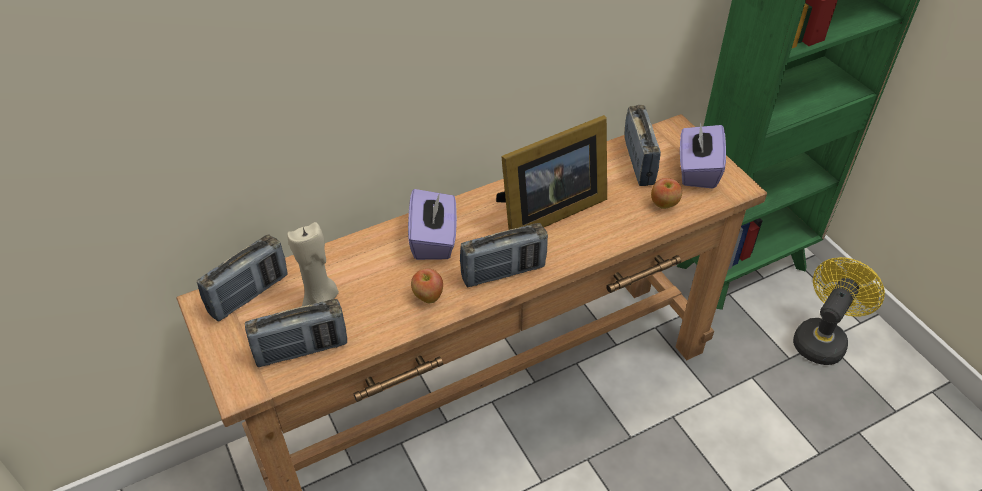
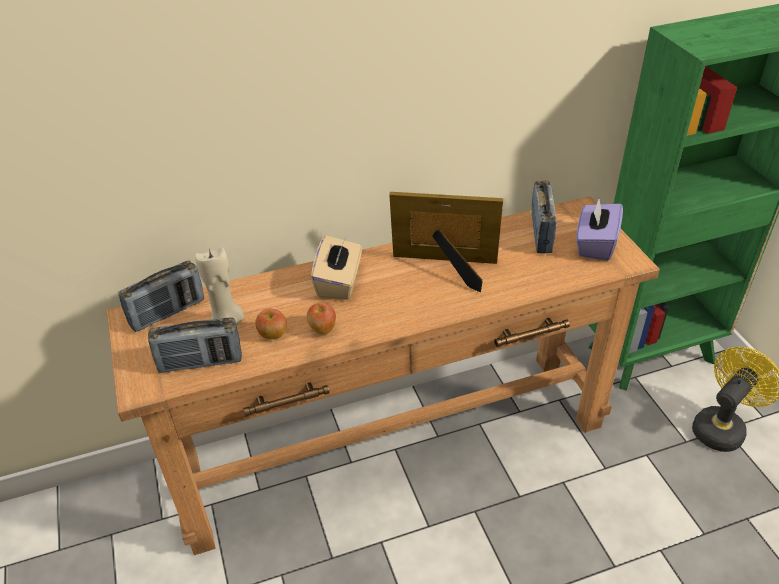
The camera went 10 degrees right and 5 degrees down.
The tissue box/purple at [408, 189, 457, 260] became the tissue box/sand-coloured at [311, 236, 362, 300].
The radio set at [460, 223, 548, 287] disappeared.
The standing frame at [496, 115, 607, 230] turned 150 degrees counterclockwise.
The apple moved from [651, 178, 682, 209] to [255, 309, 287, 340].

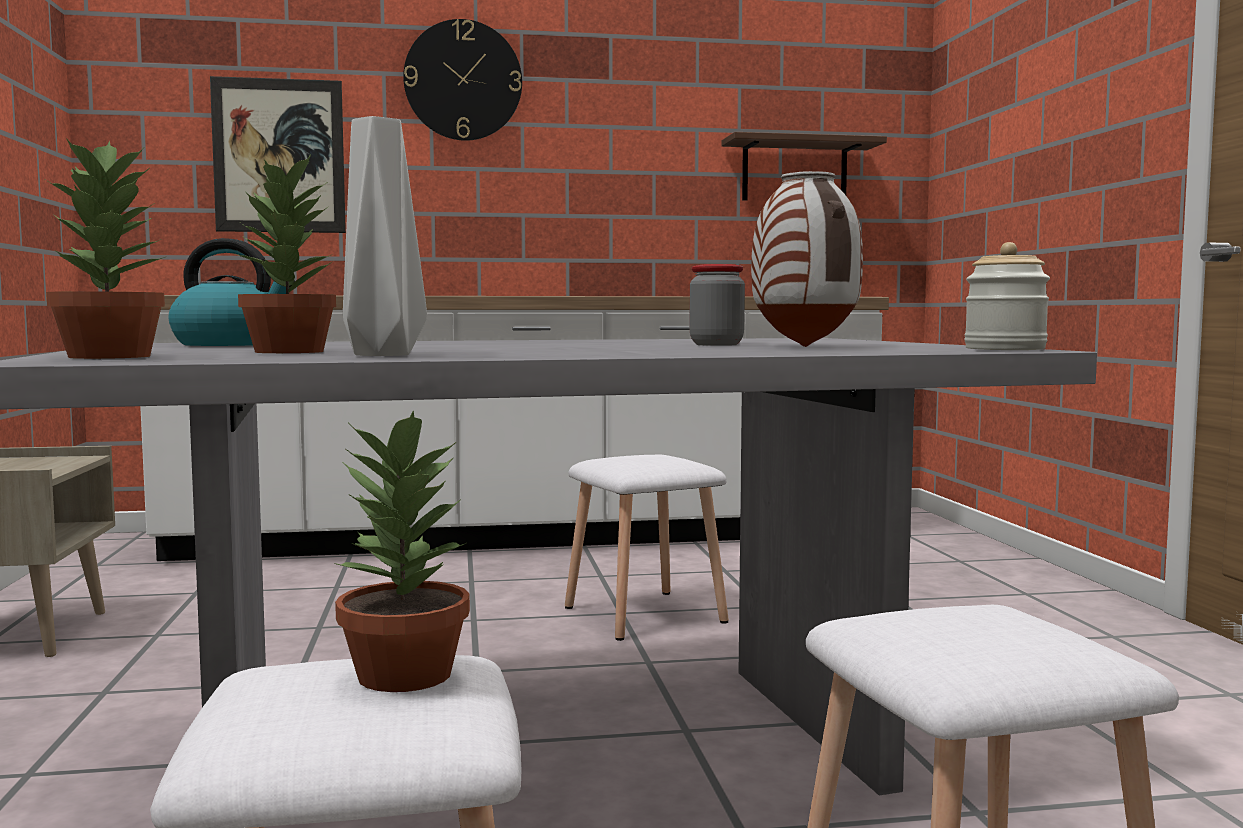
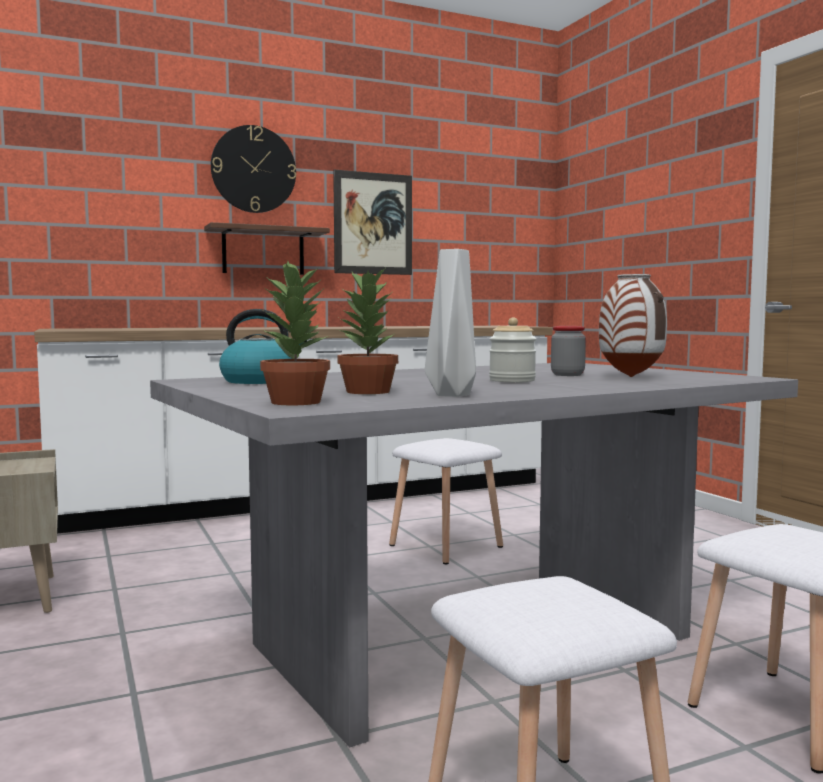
The camera went 15 degrees left and 0 degrees up.
The picture moved from [210, 76, 346, 233] to [333, 170, 412, 275].
The houseplant at [334, 411, 470, 692] disappeared.
The shelf/brown-coloured moved from [722, 132, 887, 201] to [204, 222, 330, 275].
The jar moved from [964, 242, 1050, 350] to [489, 317, 536, 382].

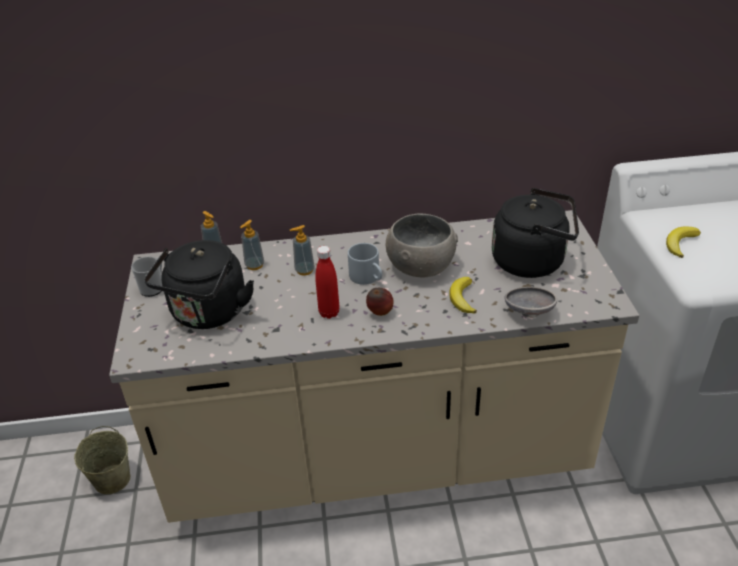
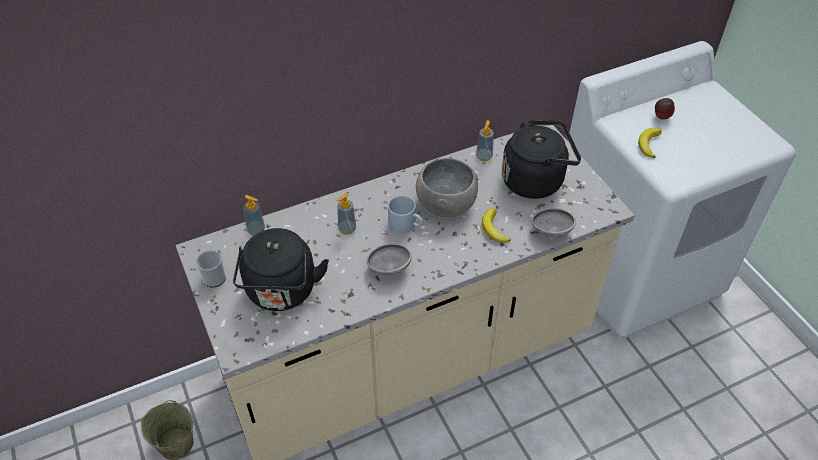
The camera went 20 degrees left and 10 degrees up.
The soap bottle moved from [240, 220, 264, 270] to [476, 120, 494, 161].
The bottle/red at [315, 246, 339, 319] was replaced by the serving bowl/greyish at [367, 244, 412, 275].
The apple moved from [366, 288, 394, 316] to [655, 98, 675, 120].

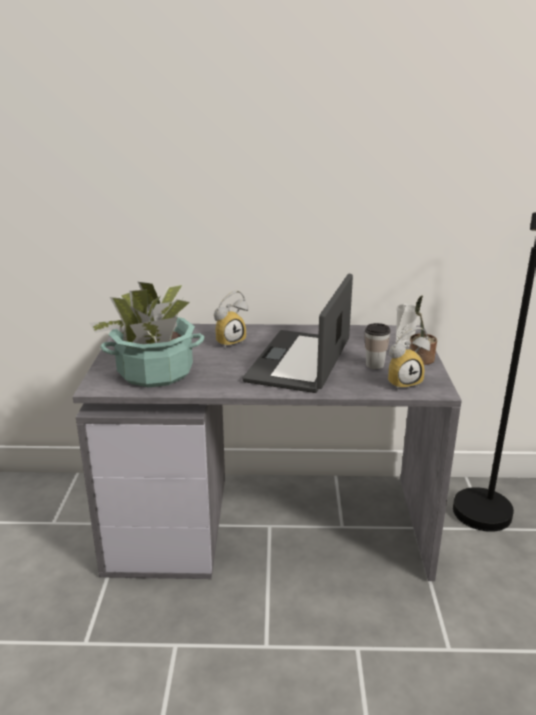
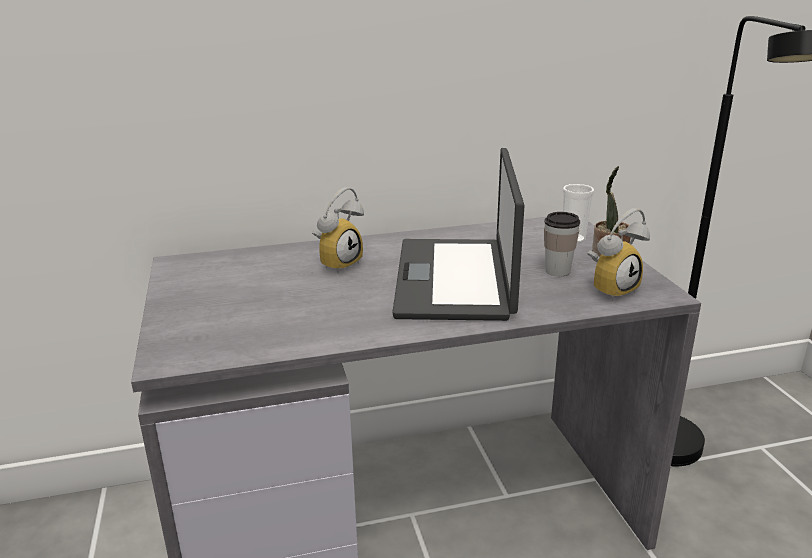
The camera went 15 degrees left and 0 degrees up.
The houseplant at [90, 282, 204, 387] disappeared.

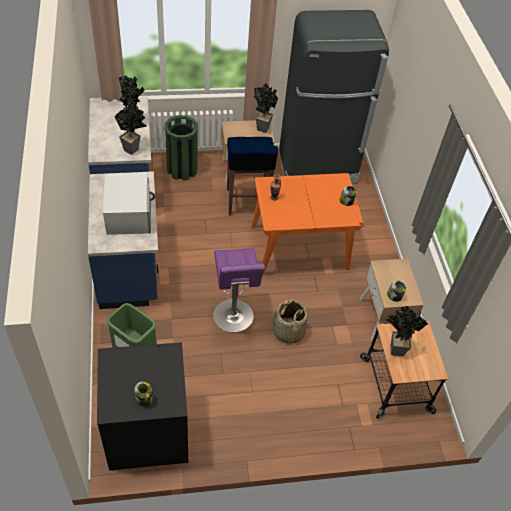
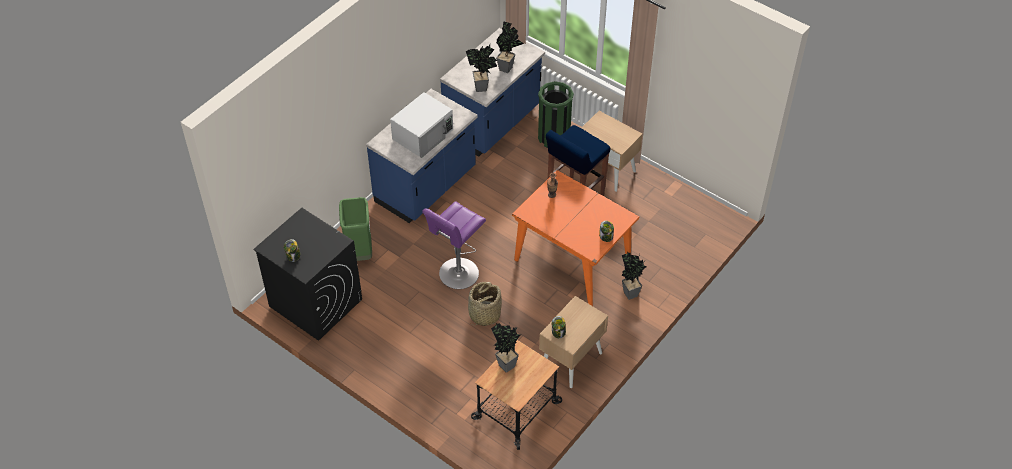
The camera went 50 degrees right and 0 degrees up.
The houseplant moved from [254, 83, 278, 133] to [622, 252, 647, 300].
The fridge/blackish at [279, 10, 389, 183] disappeared.

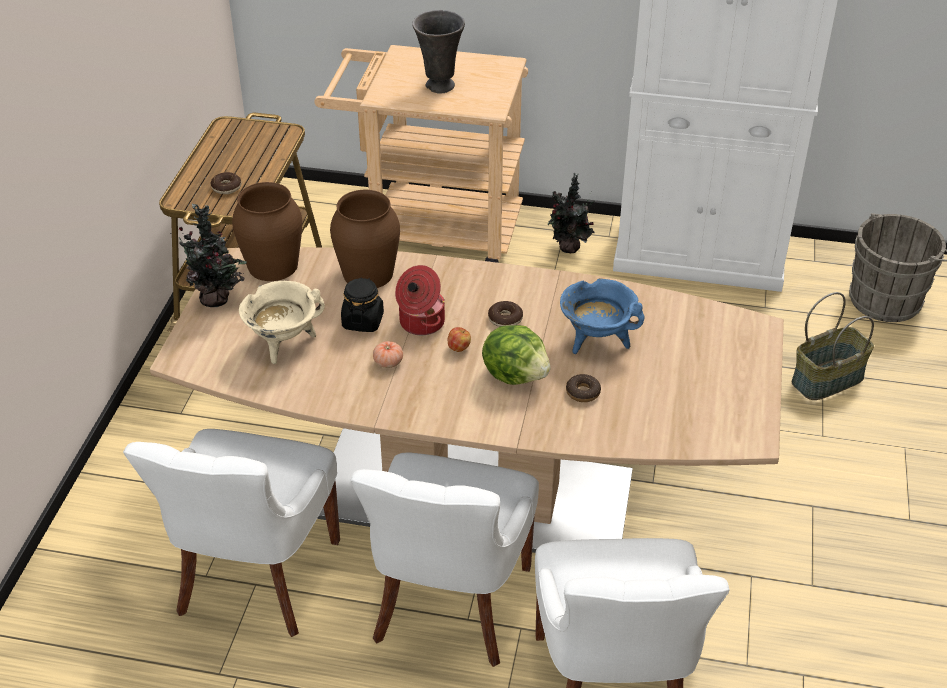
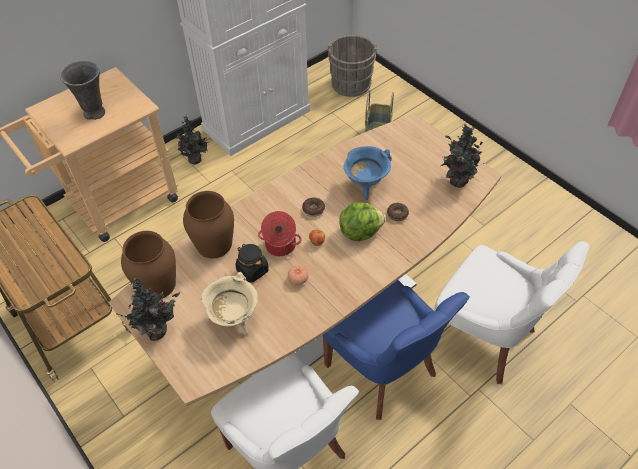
The camera went 50 degrees left and 10 degrees up.
The donut at [211, 172, 241, 194] disappeared.
The chair/white at [350, 452, 539, 667] became the chair/blue at [322, 280, 470, 420].
The houseplant at [441, 124, 484, 188] appeared.

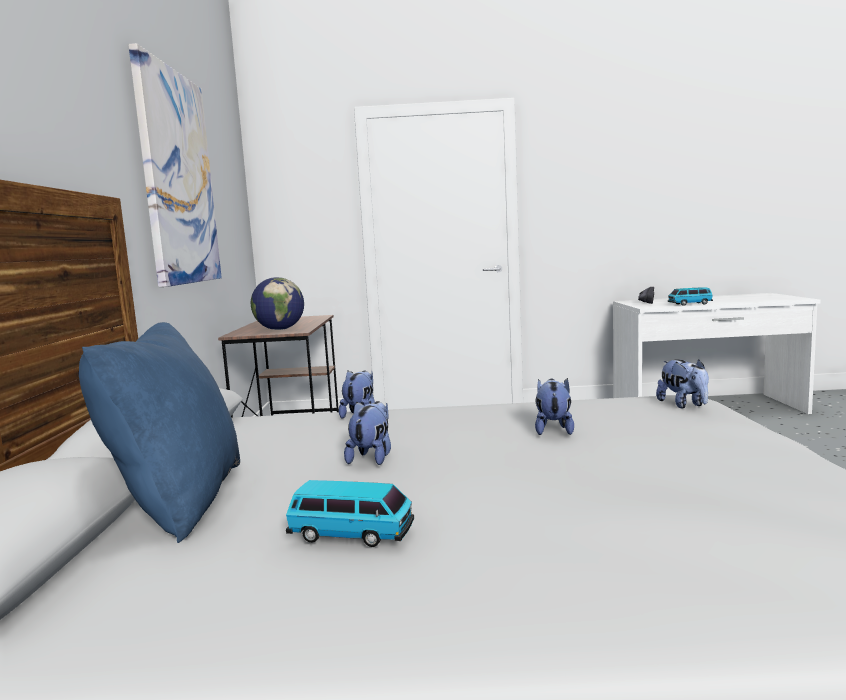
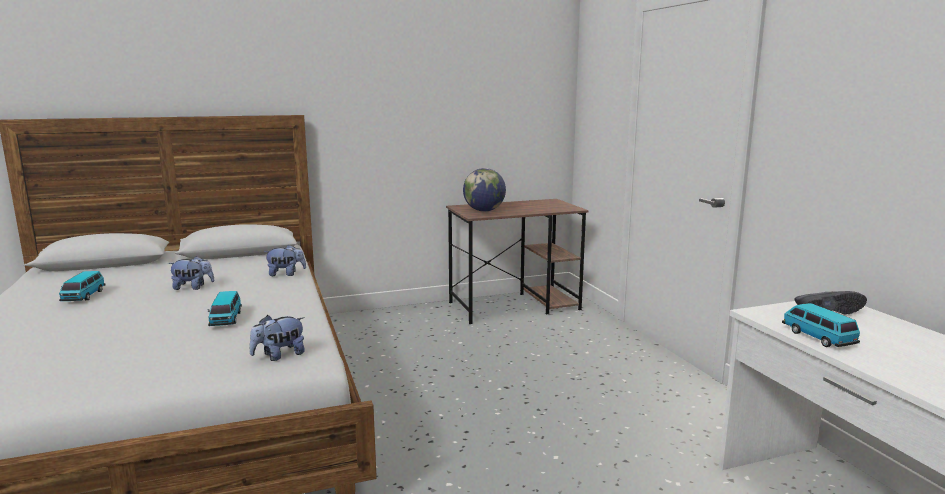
The camera went 70 degrees right and 5 degrees up.
The throw pillow/blue at [79, 322, 240, 543] disappeared.
The picture at [128, 43, 222, 287] disappeared.
The soft toy at [535, 378, 574, 435] was replaced by the miniature car at [208, 291, 242, 326].

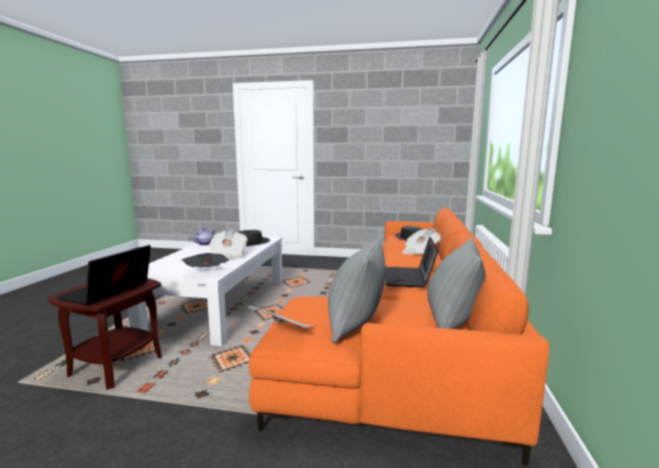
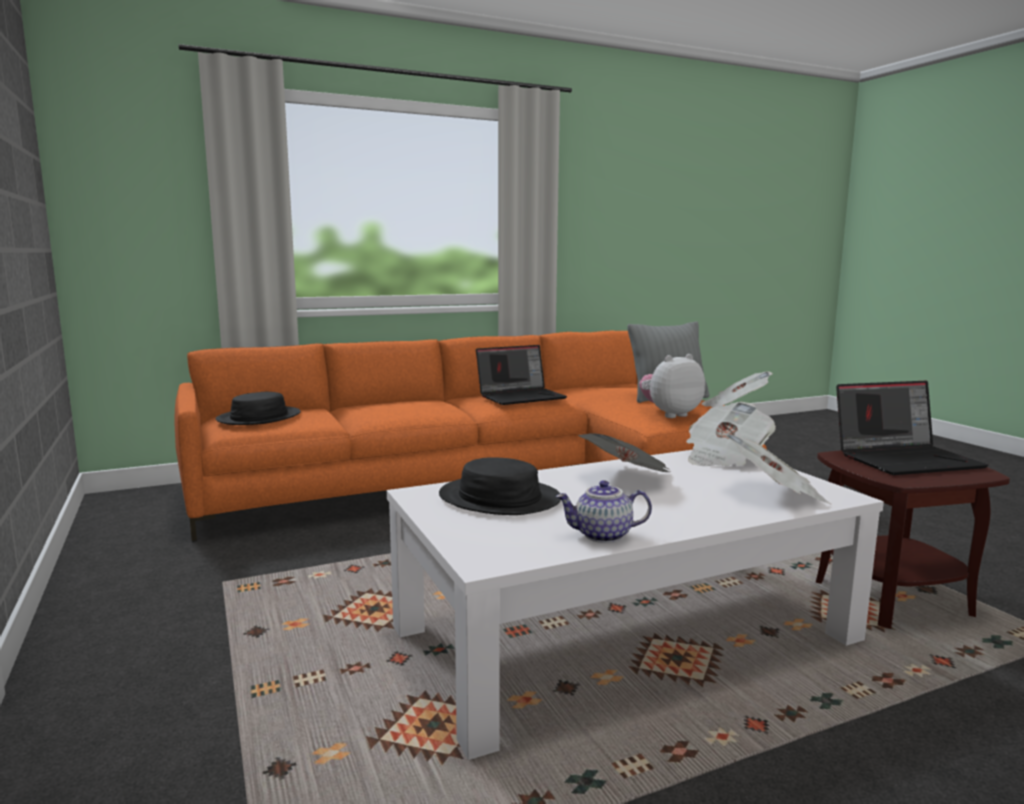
The camera went 125 degrees left and 0 degrees up.
The newspaper moved from [402, 228, 441, 255] to [723, 433, 831, 504].
The throw pillow/greyish at [427, 238, 486, 329] disappeared.
The soft toy at [639, 354, 705, 418] appeared.

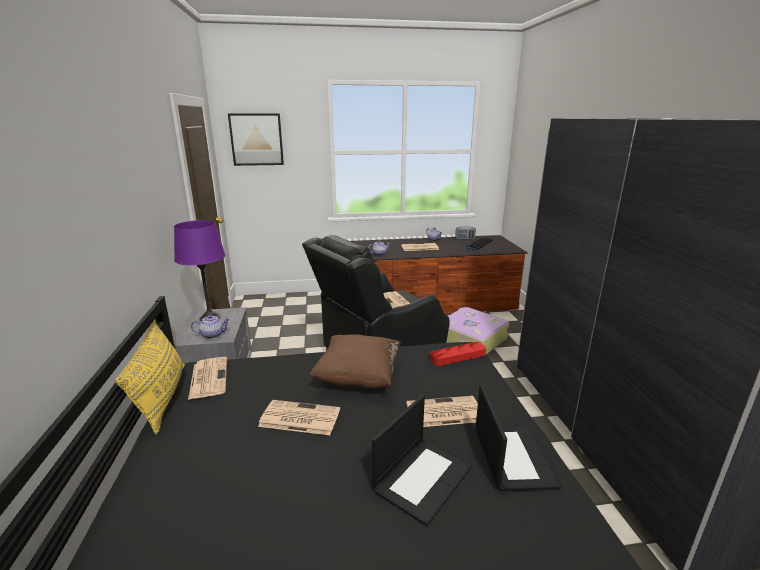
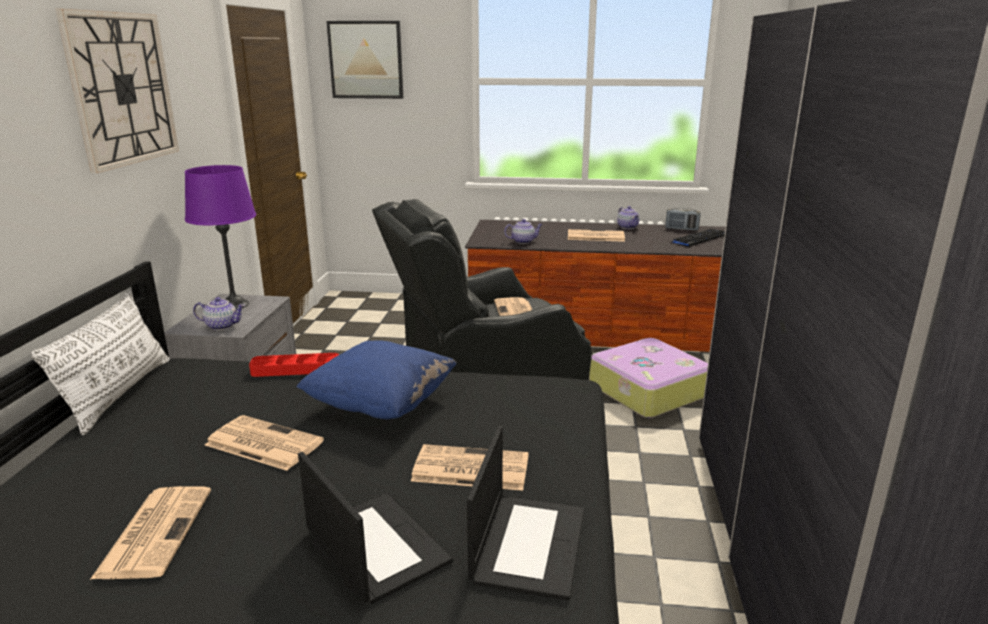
The camera went 15 degrees right and 0 degrees up.
The throw pillow/yellow-coloured at [115, 320, 185, 435] became the throw pillow/white at [31, 291, 170, 435].
The newspaper moved from [188, 357, 227, 400] to [90, 486, 211, 580].
The throw pillow/brown-coloured at [309, 334, 401, 388] became the throw pillow/blue at [296, 340, 457, 420].
The portable computer at [372, 395, 472, 526] turned 90 degrees counterclockwise.
The serving tray/red moved from [430, 342, 486, 366] to [249, 353, 339, 377].
The clock on the wall at [56, 9, 179, 173] appeared.

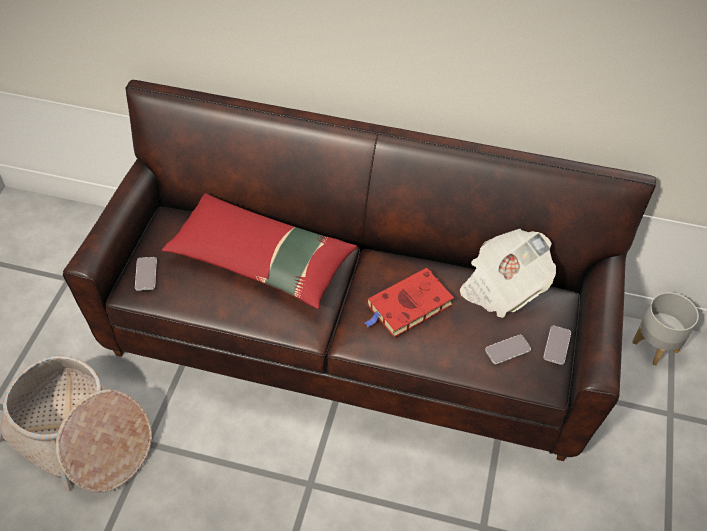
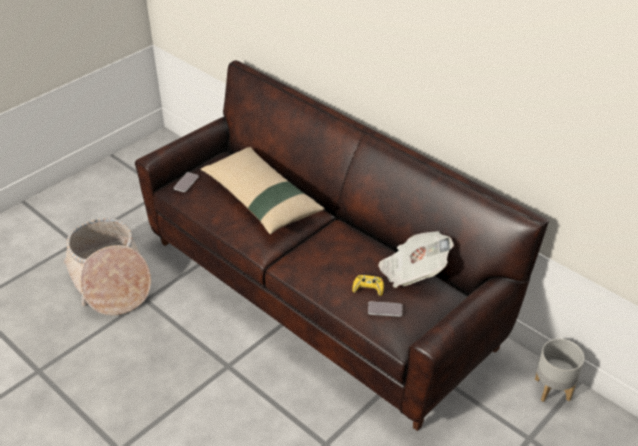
The camera went 30 degrees right and 10 degrees down.
The throw pillow/red at [162, 193, 357, 309] became the throw pillow/sand-coloured at [201, 147, 325, 234].
The book/red at [364, 268, 454, 337] disappeared.
The telephone at [543, 326, 571, 365] disappeared.
The joypad/yellow-coloured at [352, 275, 384, 296] appeared.

